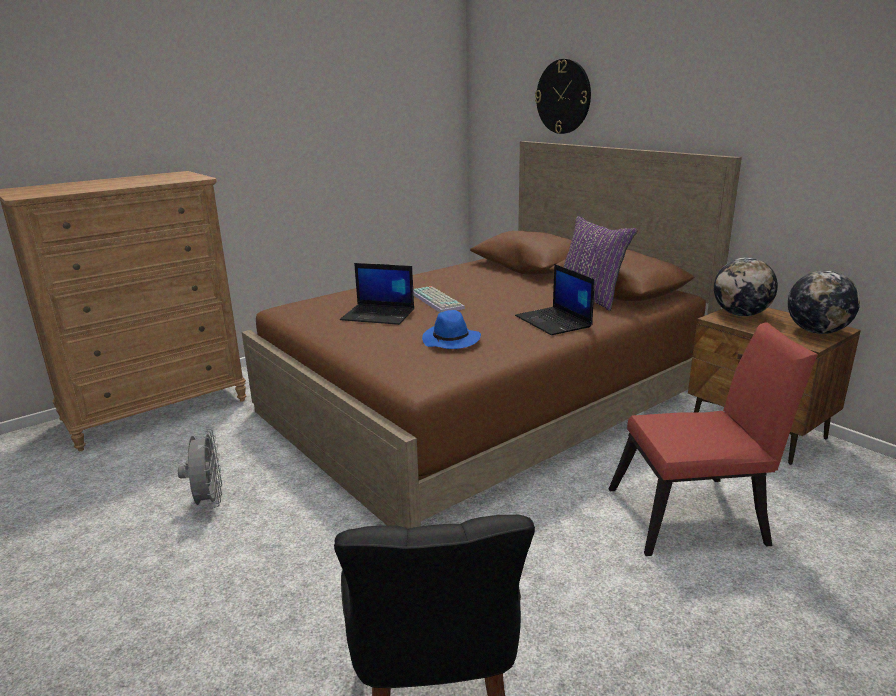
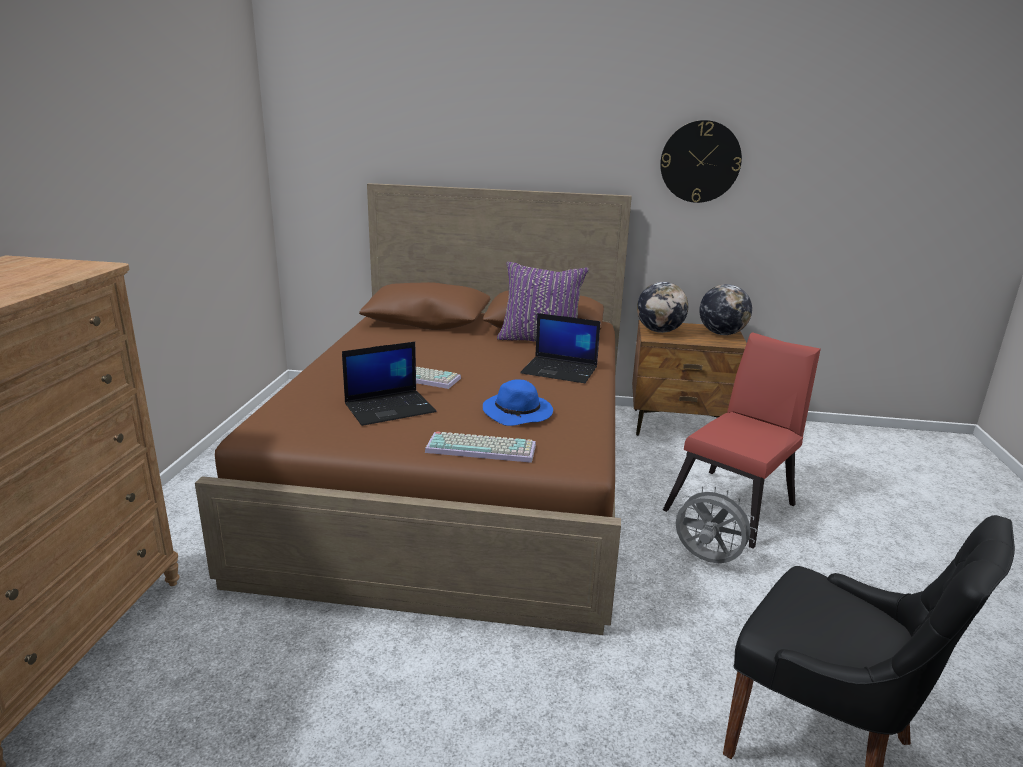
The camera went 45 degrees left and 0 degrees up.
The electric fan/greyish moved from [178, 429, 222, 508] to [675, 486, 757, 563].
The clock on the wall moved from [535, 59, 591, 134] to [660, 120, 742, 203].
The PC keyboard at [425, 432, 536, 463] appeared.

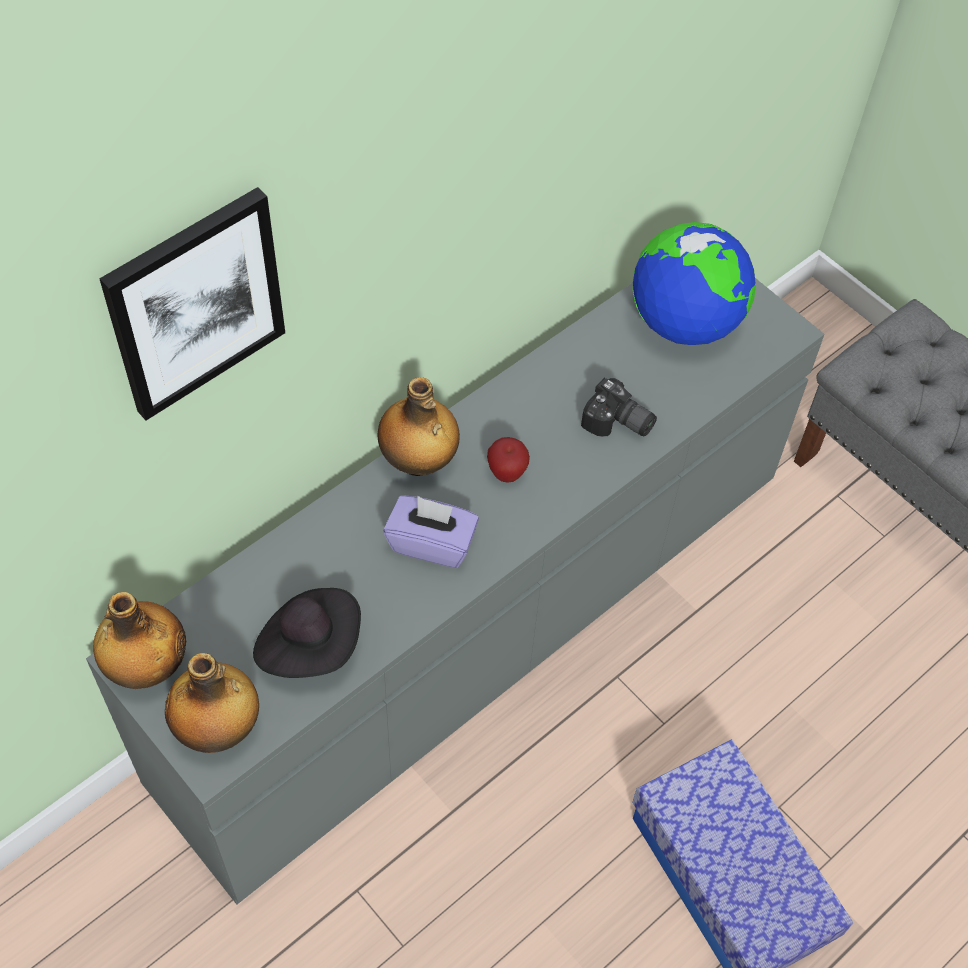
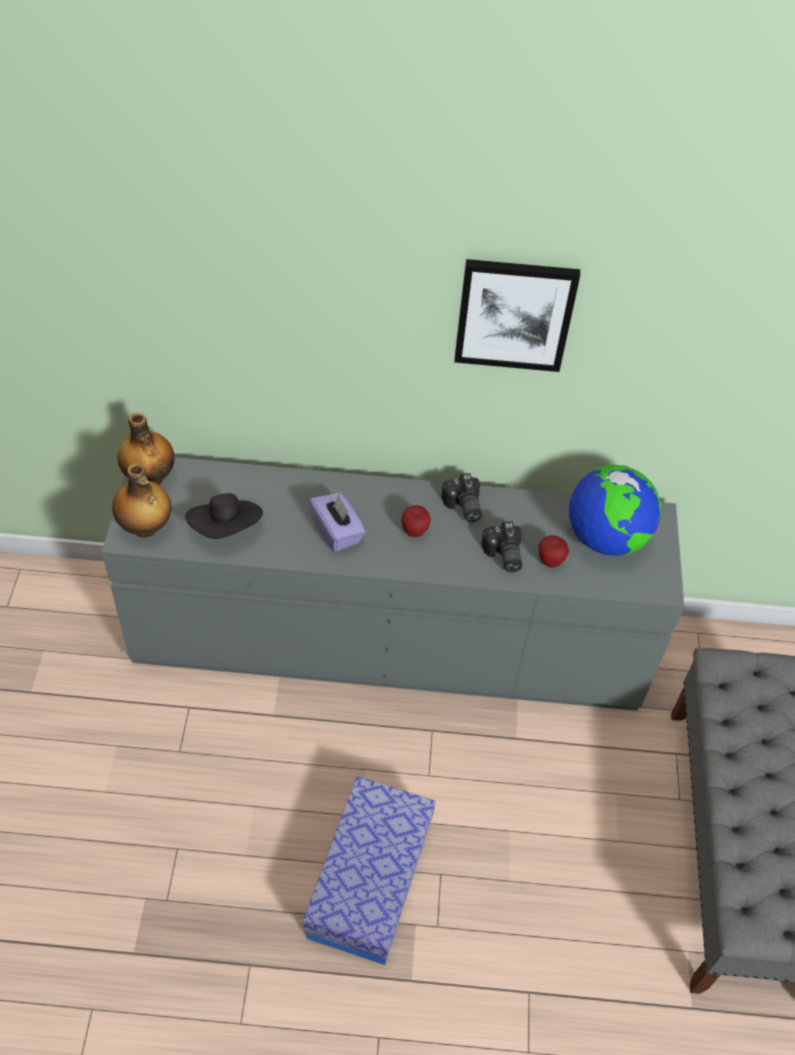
The camera went 45 degrees right and 5 degrees down.
The picture moved from [99, 187, 285, 420] to [454, 259, 580, 372].
The bottle at [378, 377, 460, 476] disappeared.
The still camera at [441, 473, 482, 522] appeared.
The apple at [538, 535, 569, 567] appeared.

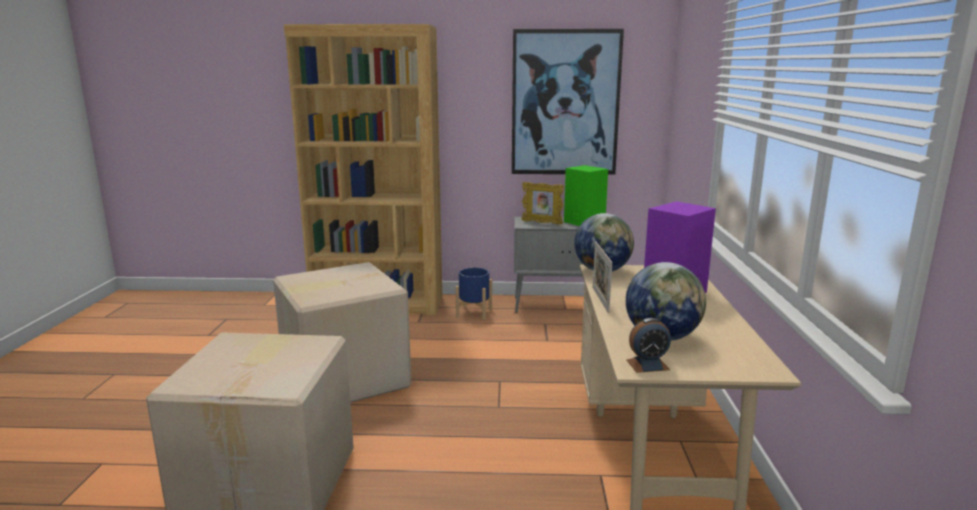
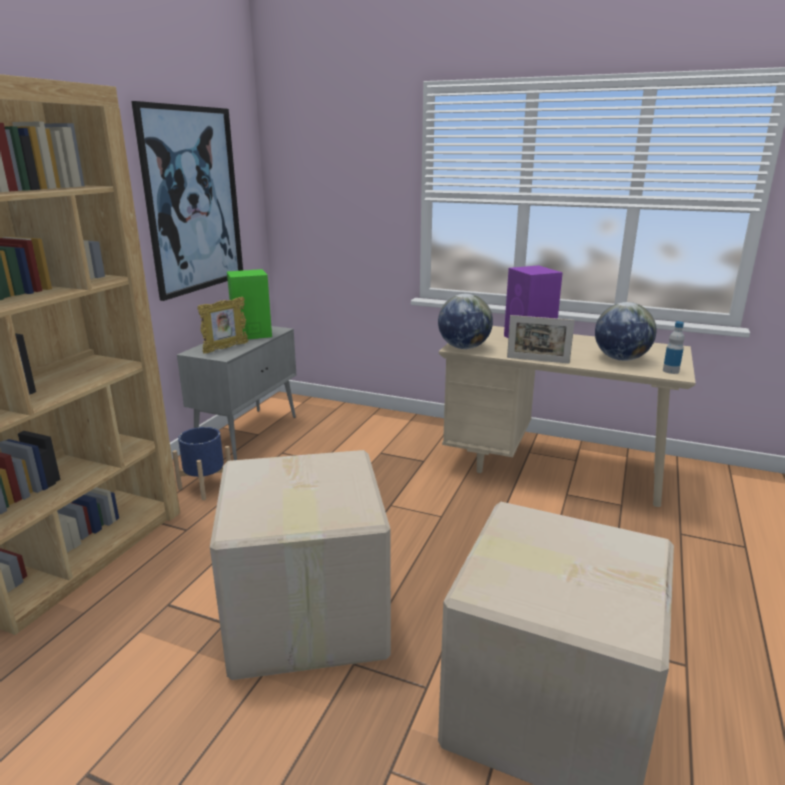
The camera went 70 degrees left and 5 degrees up.
The alarm clock at [627, 318, 671, 373] was replaced by the bottle at [663, 321, 685, 374].

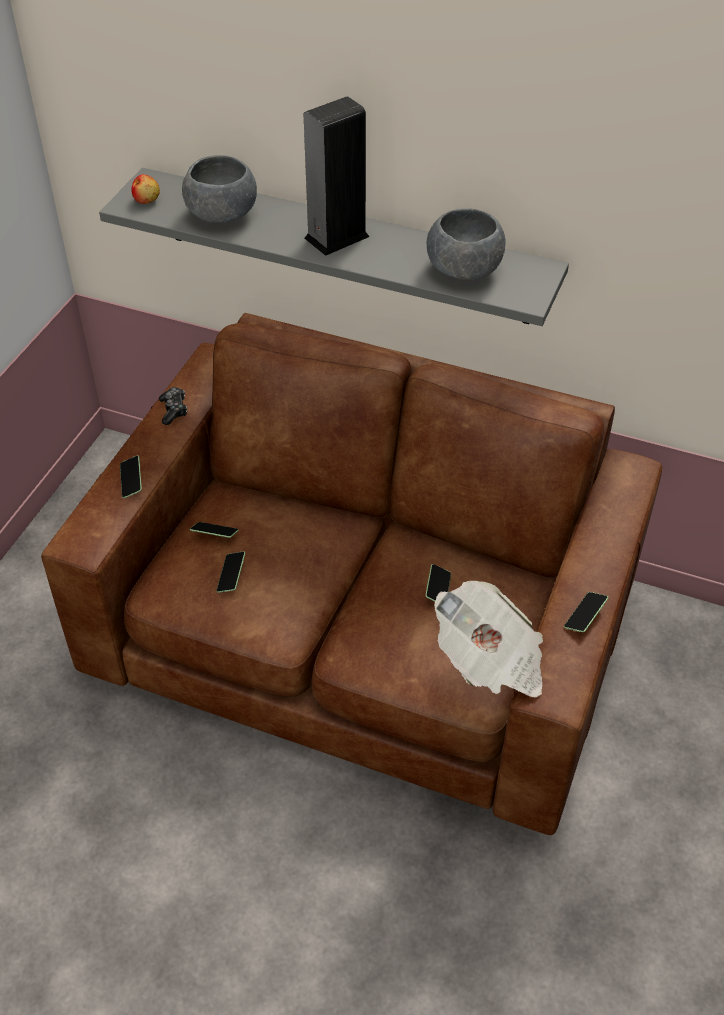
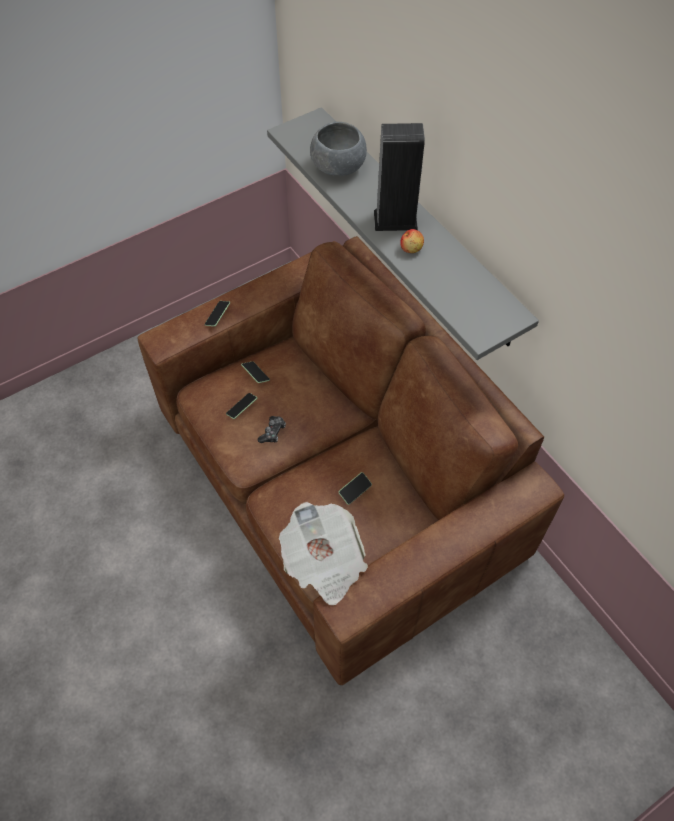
The camera went 35 degrees right and 10 degrees up.
The apple moved from [131, 174, 160, 204] to [400, 229, 424, 253].
The joypad moved from [159, 387, 187, 425] to [257, 416, 286, 443].
The serving bowl/greyish at [427, 208, 505, 280] disappeared.
The telephone at [564, 592, 608, 632] disappeared.

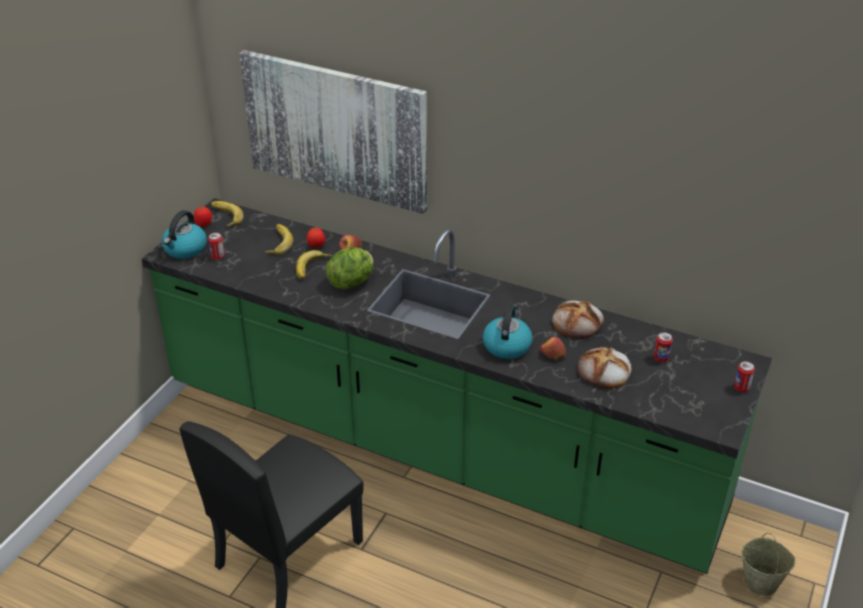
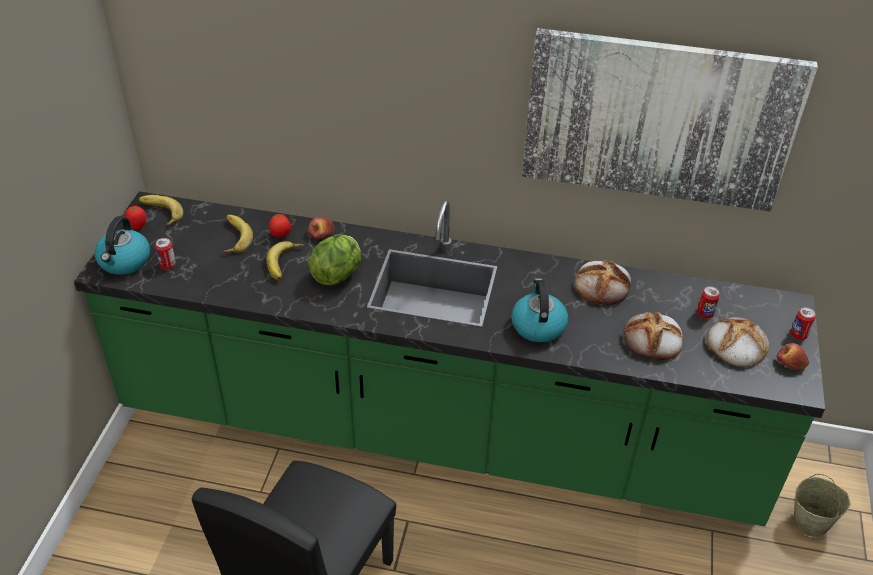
The camera went 15 degrees left and 5 degrees up.
The picture moved from [239, 50, 427, 214] to [522, 28, 818, 212].
The apple moved from [540, 337, 566, 359] to [776, 343, 809, 370].
The bread at [707, 317, 769, 367] appeared.

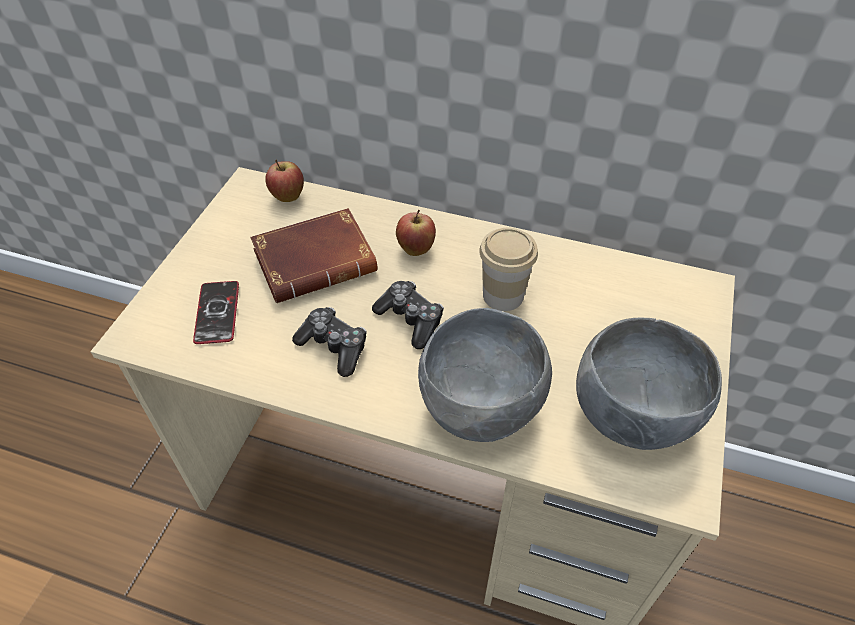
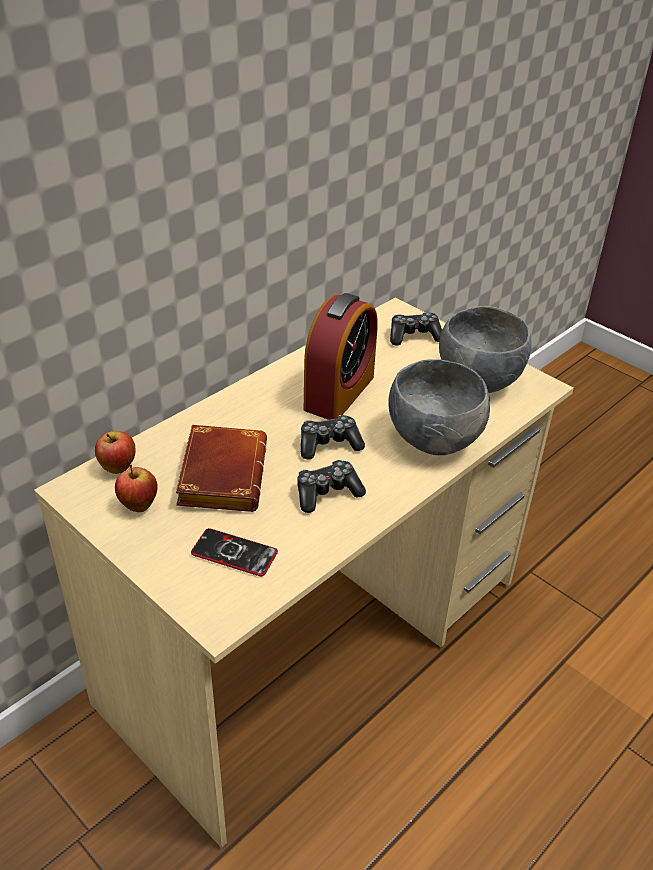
The camera went 65 degrees left and 10 degrees down.
The apple moved from [396, 210, 436, 256] to [115, 465, 158, 512].
The small cup at [479, 228, 538, 311] was replaced by the alarm clock at [304, 293, 378, 420].
The joypad at [390, 312, 442, 346] appeared.

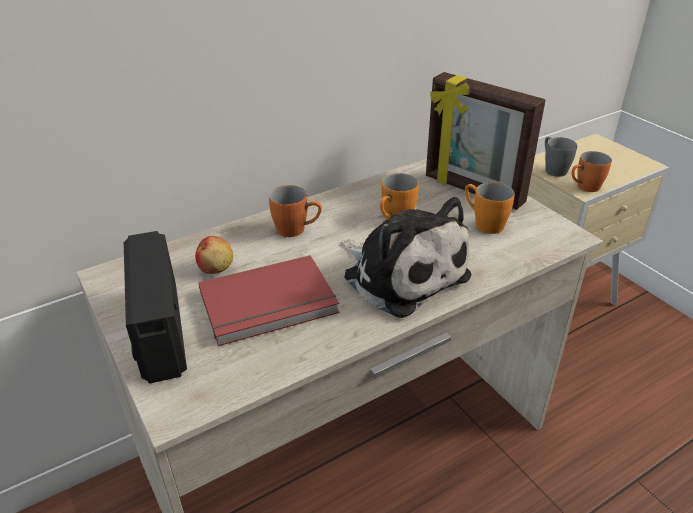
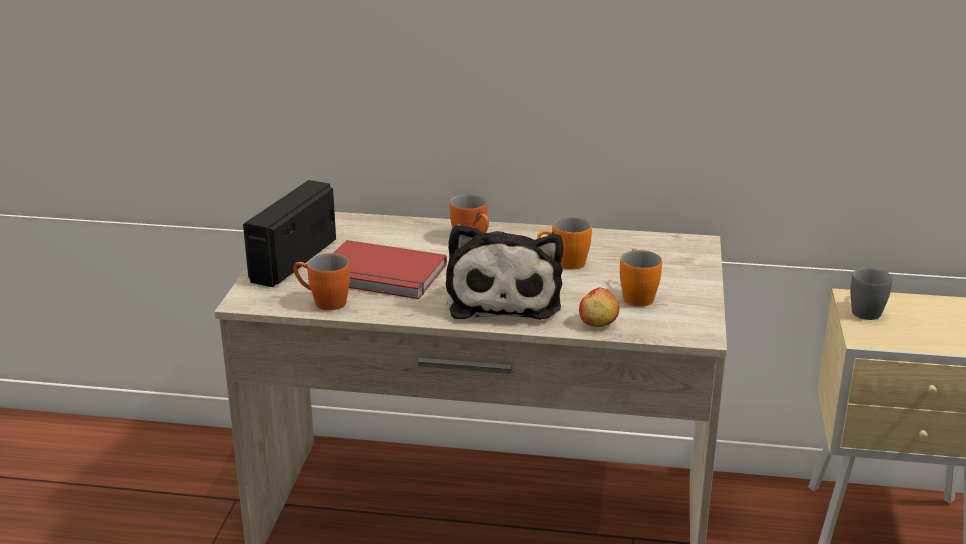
The camera went 40 degrees right and 10 degrees down.
The apple moved from [195, 236, 233, 274] to [579, 288, 619, 327].
The standing frame at [426, 72, 546, 210] disappeared.
The tea mug/orange moved from [571, 151, 612, 192] to [293, 253, 350, 310].

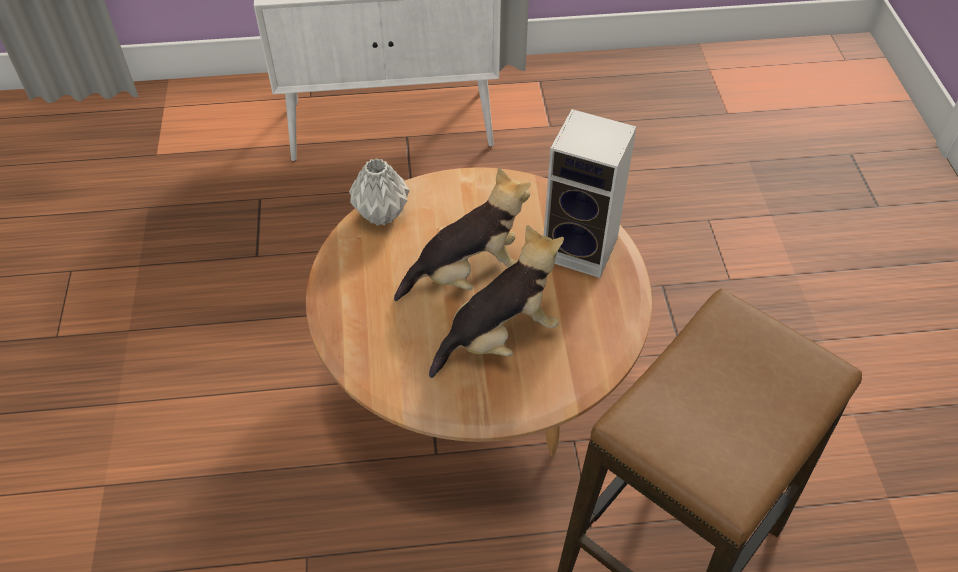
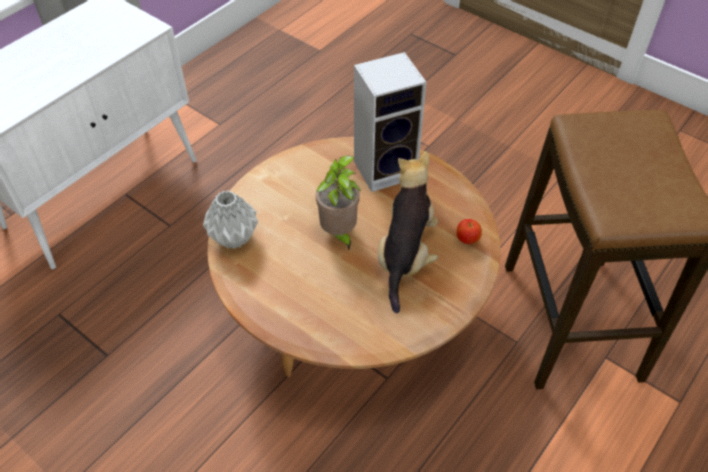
The camera went 45 degrees left and 0 degrees up.
The soft toy at [394, 167, 531, 301] was replaced by the houseplant at [316, 156, 361, 250].
The apple at [457, 219, 482, 244] appeared.

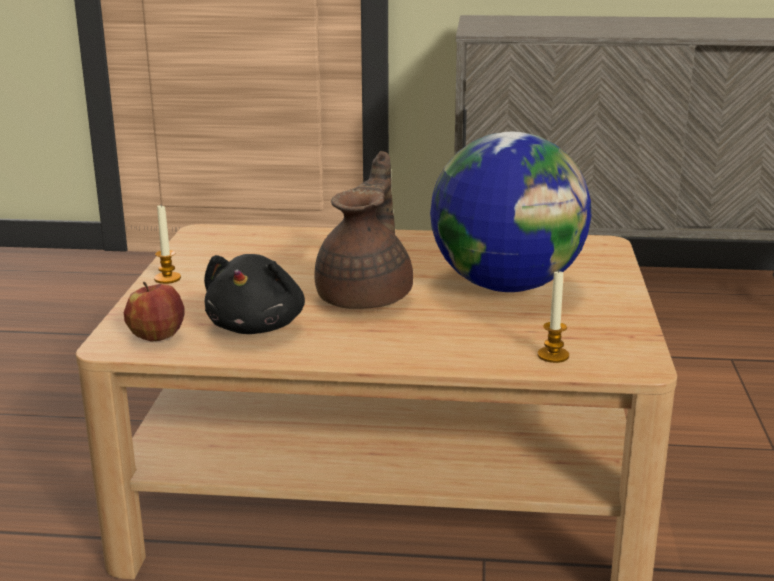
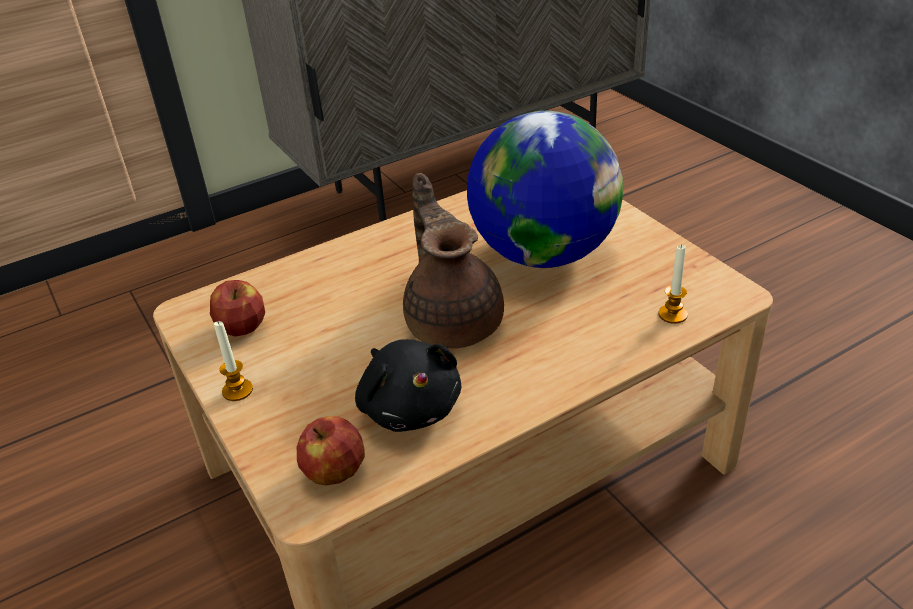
The camera went 35 degrees left and 15 degrees up.
The apple at [210, 280, 265, 337] appeared.

